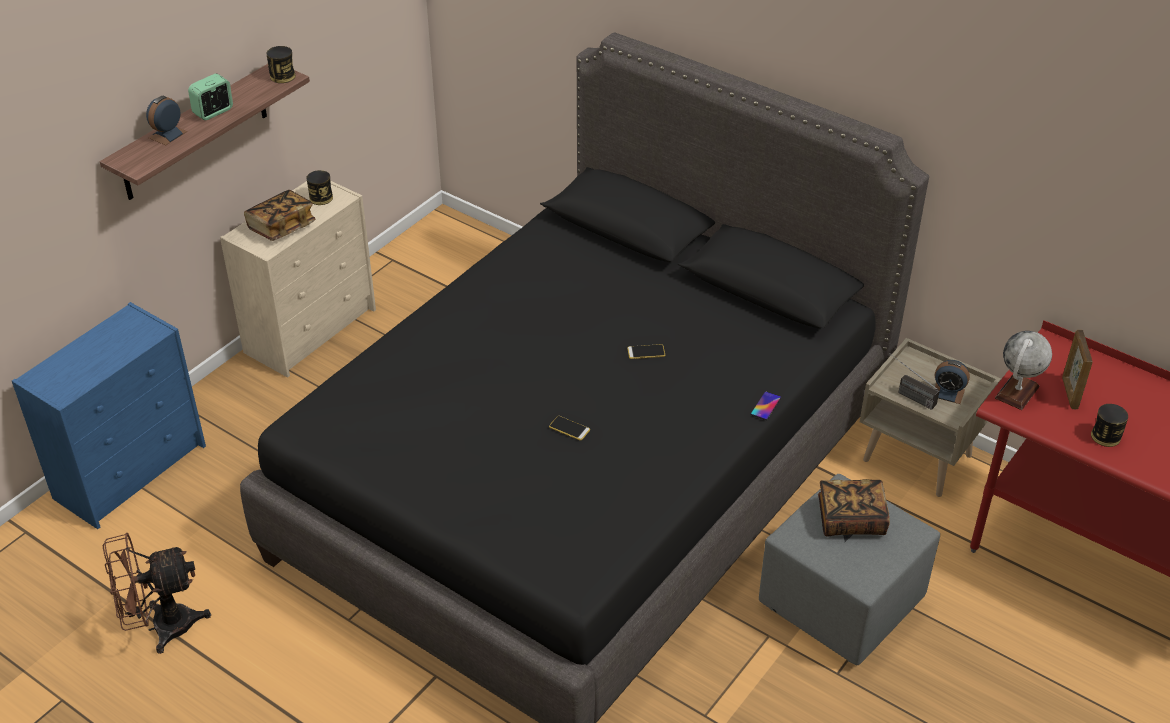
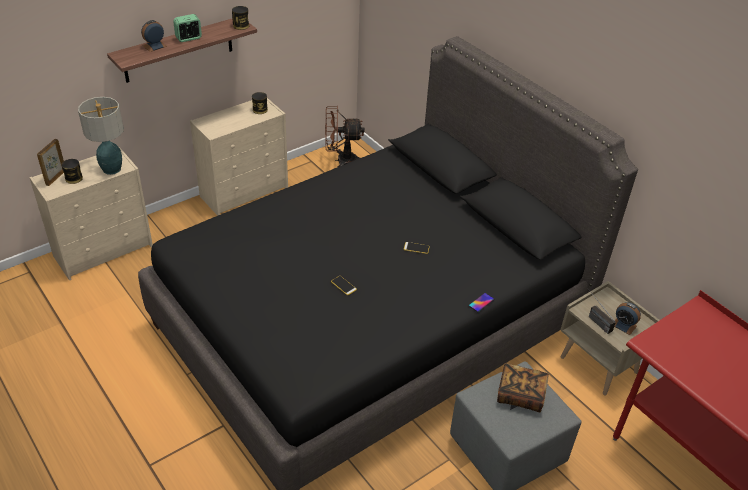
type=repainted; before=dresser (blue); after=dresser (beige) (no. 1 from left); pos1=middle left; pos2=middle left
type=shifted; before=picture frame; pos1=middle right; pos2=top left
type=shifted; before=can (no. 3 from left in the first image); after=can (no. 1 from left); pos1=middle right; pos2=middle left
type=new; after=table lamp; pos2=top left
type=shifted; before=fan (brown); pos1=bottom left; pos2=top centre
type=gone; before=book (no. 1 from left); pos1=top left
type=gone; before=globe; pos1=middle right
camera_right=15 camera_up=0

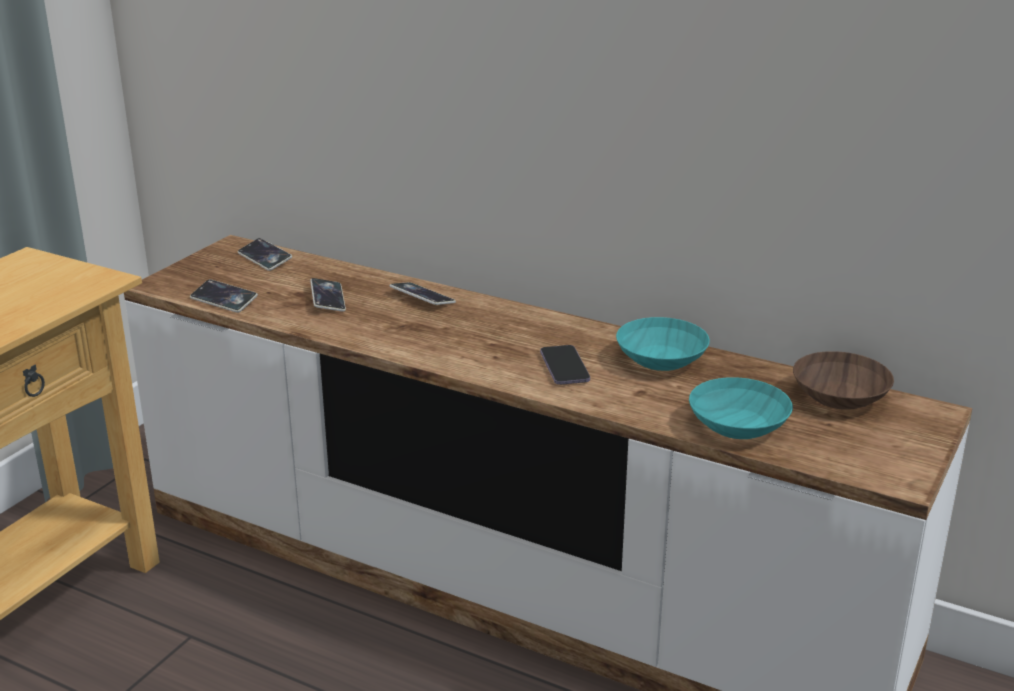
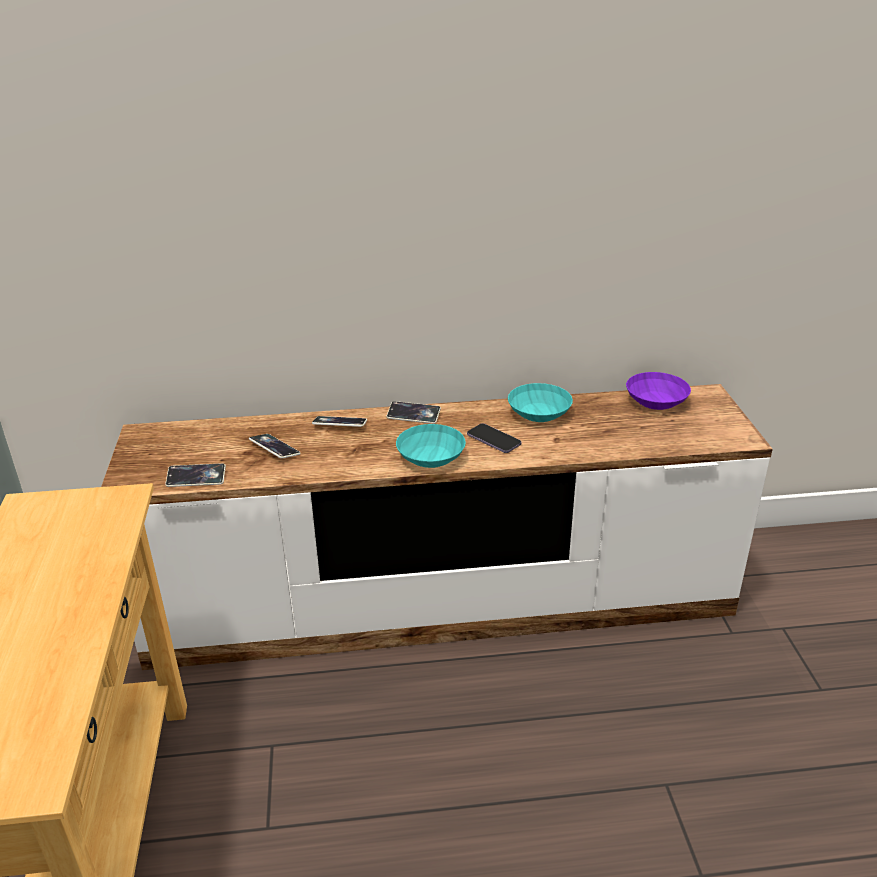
type=shifted; before=phone (no. 2 from left in the first image); after=phone (no. 4 from left); pos1=middle left; pos2=centre
type=shifted; before=bowl (turquoise) (no. 2 from left in the first image); after=bowl (turquoise) (no. 1 from left); pos1=middle right; pos2=centre
type=repainted; before=bowl (brown); after=bowl (purple); pos1=middle right; pos2=middle right
camera_right=-35 camera_up=5

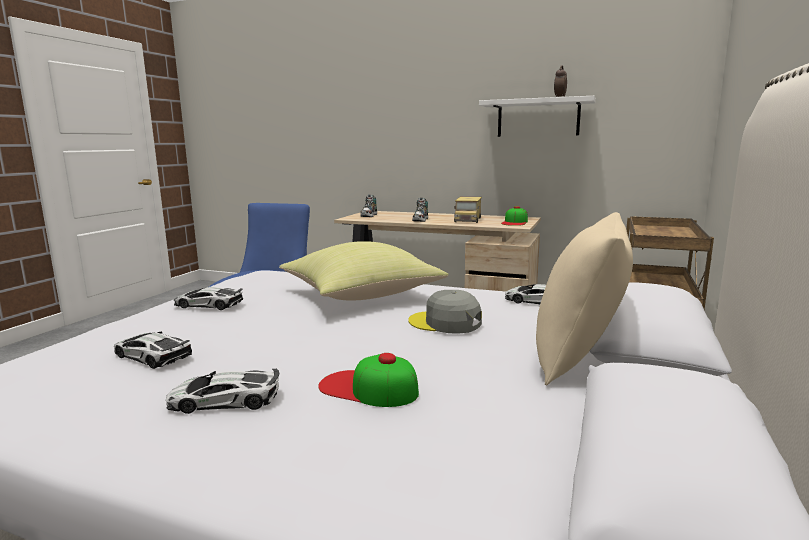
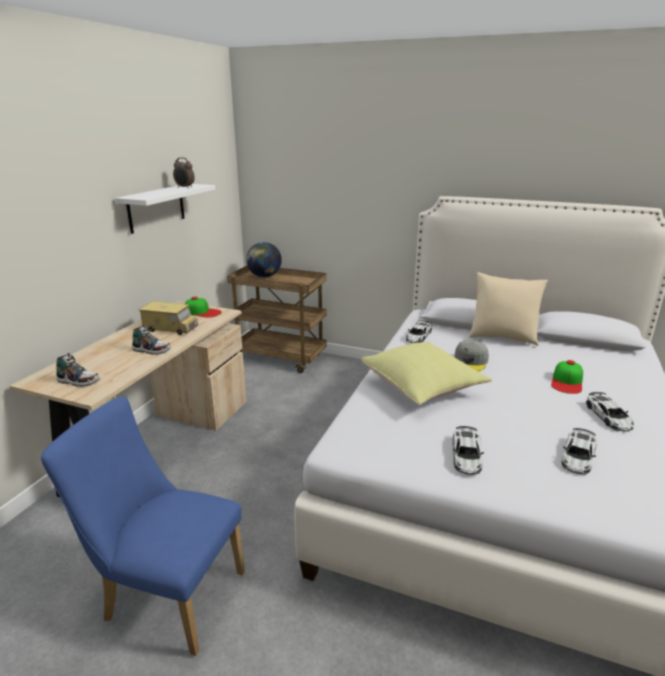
type=new; after=globe; pos2=centre
camera_right=-90 camera_up=10

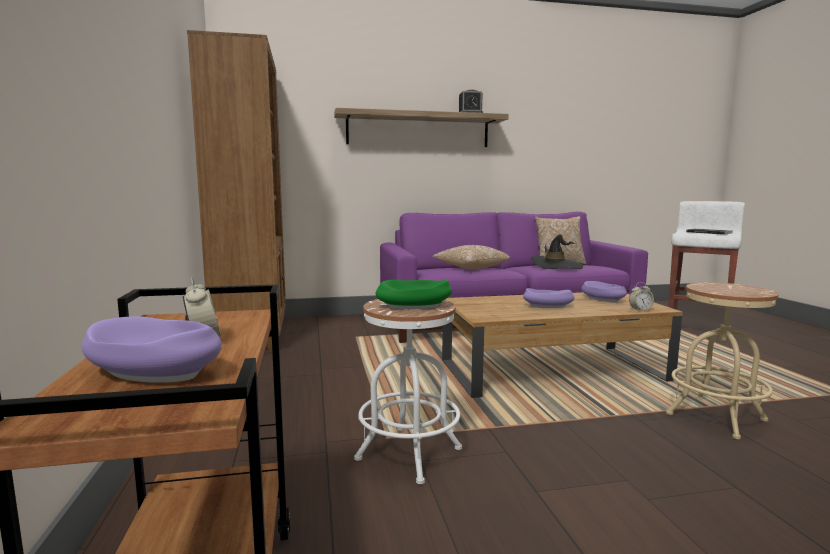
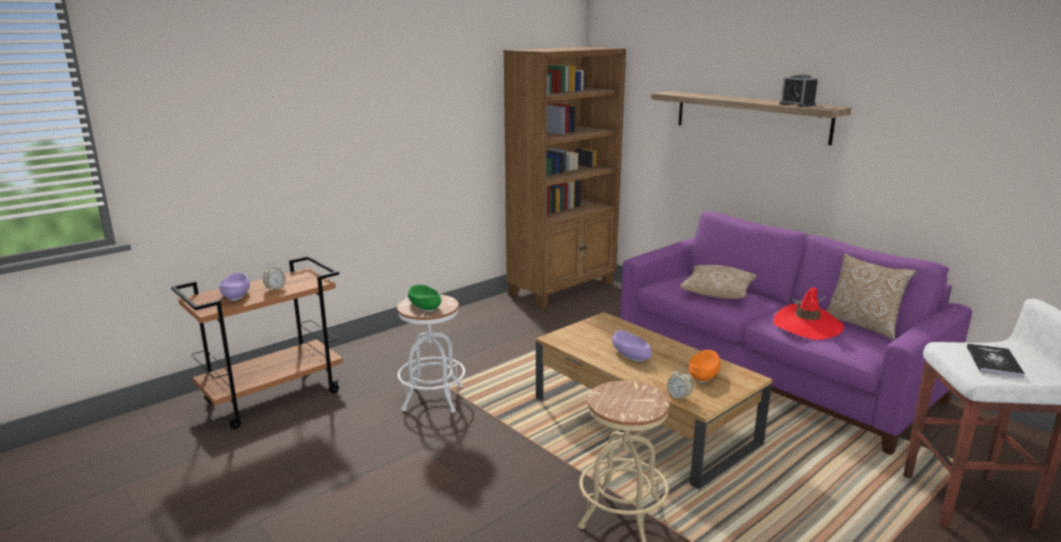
type=repainted; before=bowl (purple) (no. 3 from left); after=bowl (orange); pos1=middle right; pos2=bottom centre
type=repainted; before=hat (black); after=hat (red); pos1=middle right; pos2=middle right
camera_right=60 camera_up=10

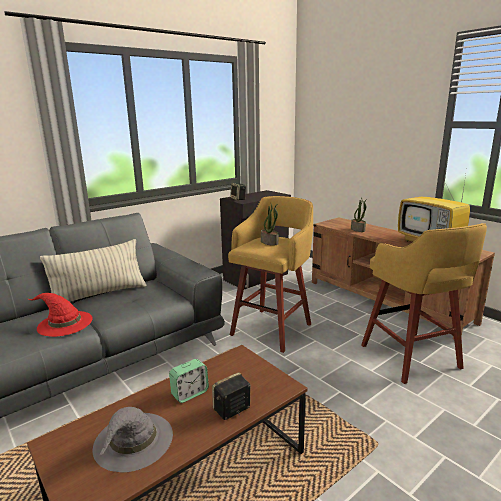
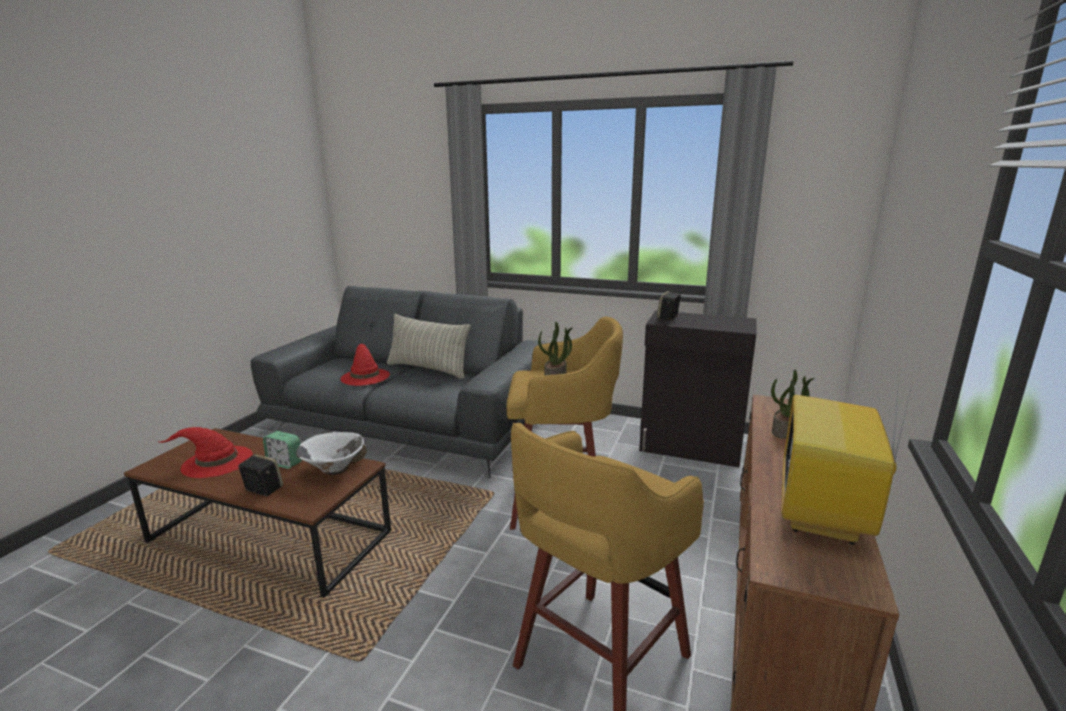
type=repainted; before=hat (grey); after=hat (red) (no. 1 from left); pos1=bottom left; pos2=middle left
type=new; after=bowl (white); pos2=middle left
camera_right=60 camera_up=0

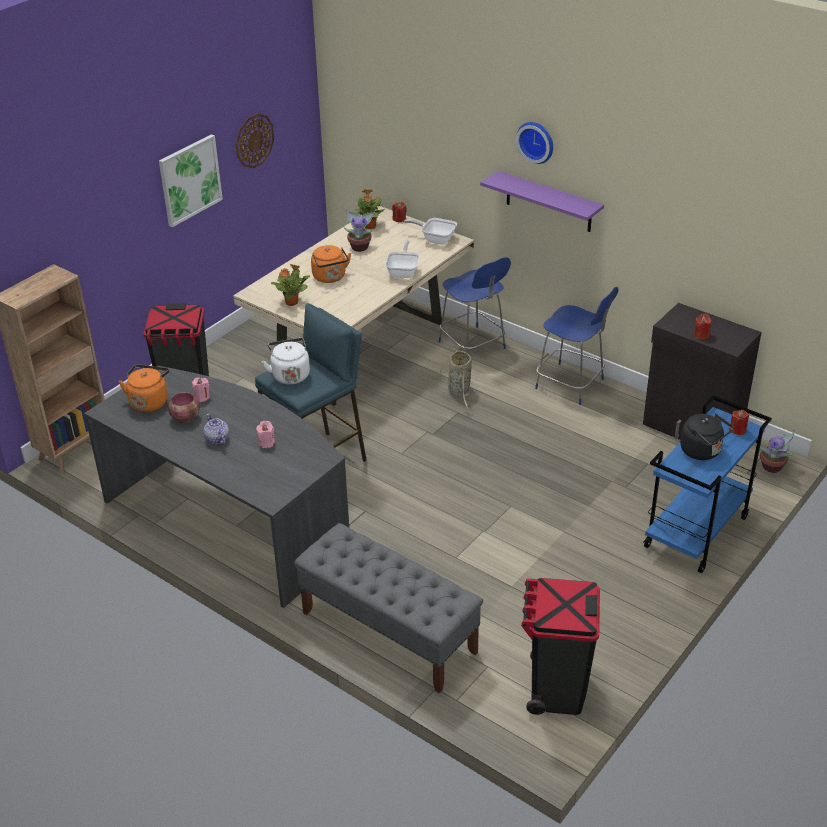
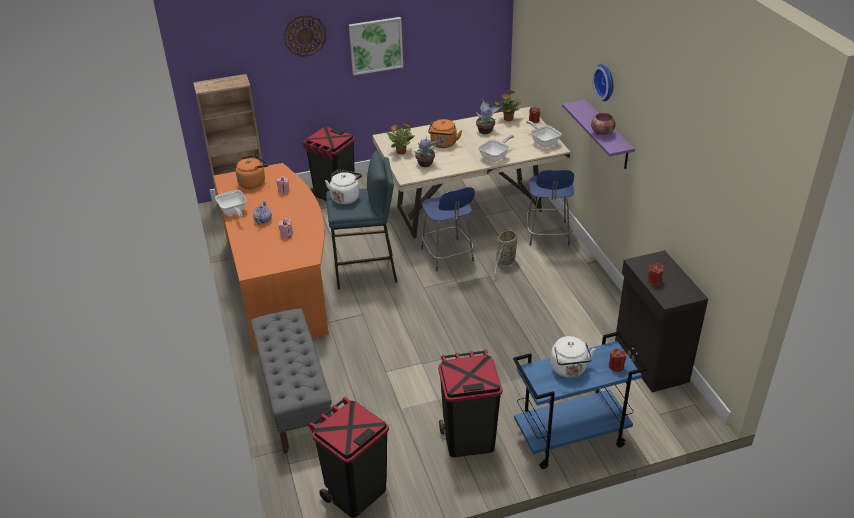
type=repainted; before=desk (grey); after=desk (orange); pos1=middle left; pos2=middle left
type=new; after=frying pan (no. 1 from left); pos2=middle left
type=shifted; before=wall clock (no. 1 from left); pos1=top left; pos2=top centre
type=shifted; before=potted plant (no. 4 from left in the first image); after=potted plant (no. 2 from left); pos1=middle right; pos2=top centre
type=shifted; before=chair (blue) (no. 2 from left in the first image); after=chair (blue) (no. 1 from left); pos1=middle right; pos2=centre
type=new; after=trash can (black) (no. 3 from left); pos2=bottom centre
type=repainted; before=kettle (black); after=kettle (white) (no. 2 from left); pos1=middle right; pos2=bottom right
type=shifted; before=bowl; pos1=middle left; pos2=top right
camera_right=35 camera_up=0

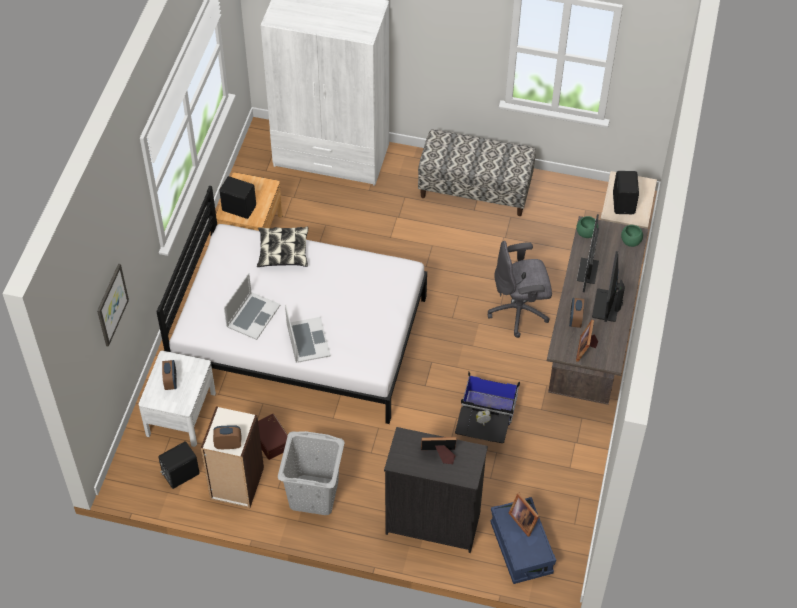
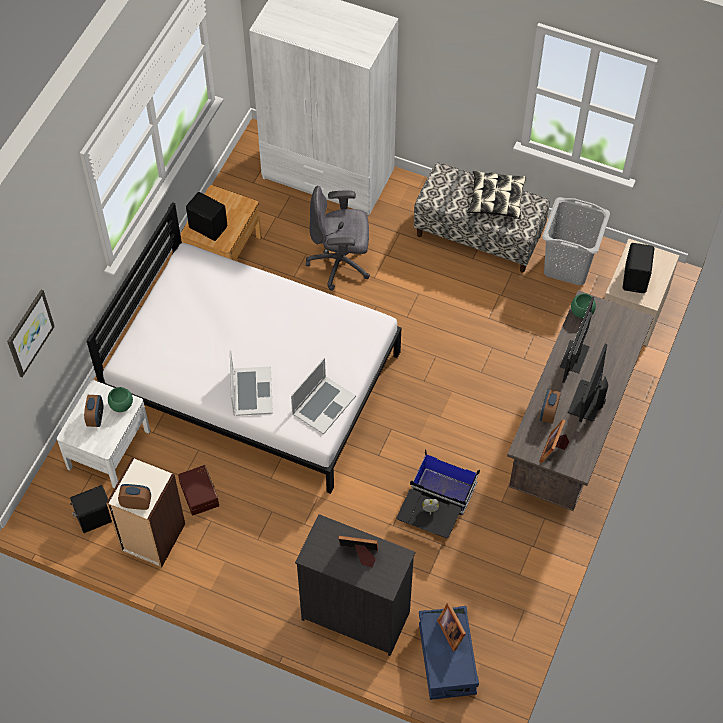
type=shifted; before=bowl (green) (no. 2 from left in the first image); after=bowl (green) (no. 1 from left); pos1=middle right; pos2=middle left
type=shifted; before=laptop (no. 1 from left in the first image); after=laptop (no. 2 from left); pos1=middle left; pos2=centre
type=shifted; before=office chair (grey); pos1=centre; pos2=top centre
type=shifted; before=pillow; pos1=centre; pos2=top right
type=shifted; before=laundry basket (grey); pos1=bottom centre; pos2=middle right
camera_right=10 camera_up=5

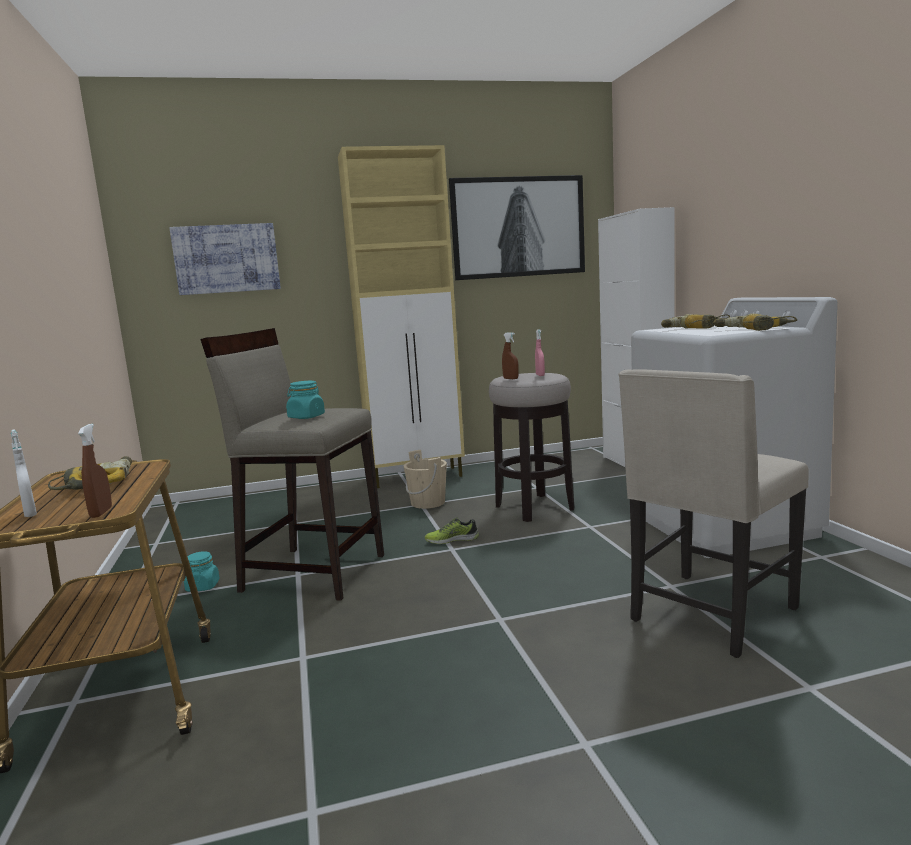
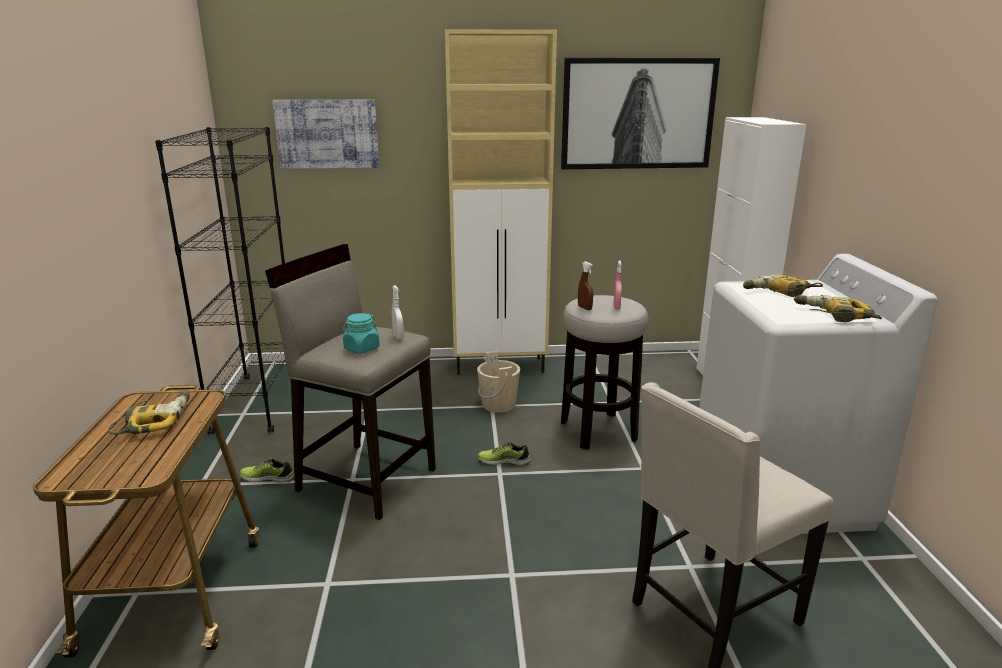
type=new; after=bookcase (black); pos2=middle left
type=swapped; before=jar (turquoise) (no. 1 from left); after=shoe (no. 1 from left); pos1=bottom left; pos2=bottom left
type=shifted; before=spray bottle (white); pos1=middle left; pos2=centre
type=gone; before=spray bottle (brown) (no. 1 from left); pos1=middle left
camera_right=10 camera_up=10

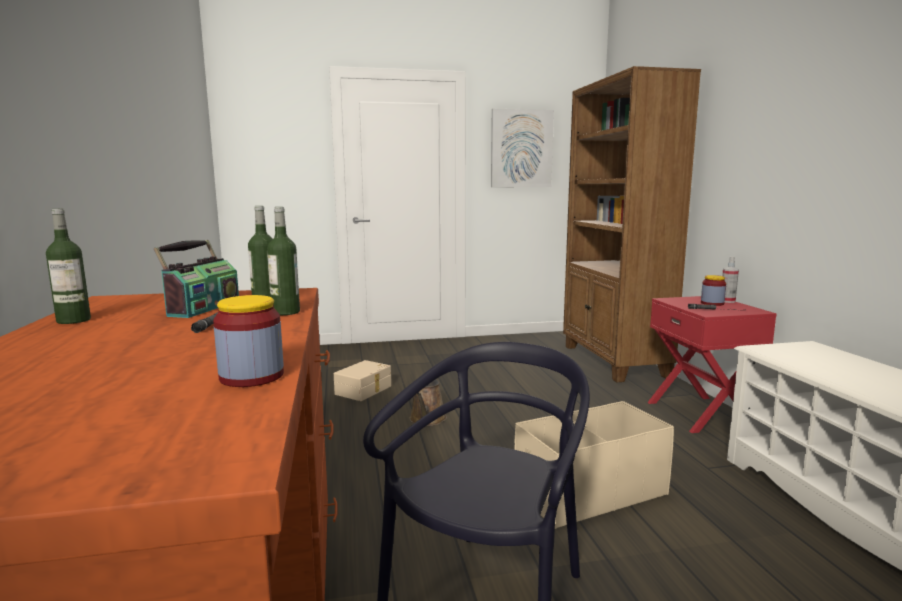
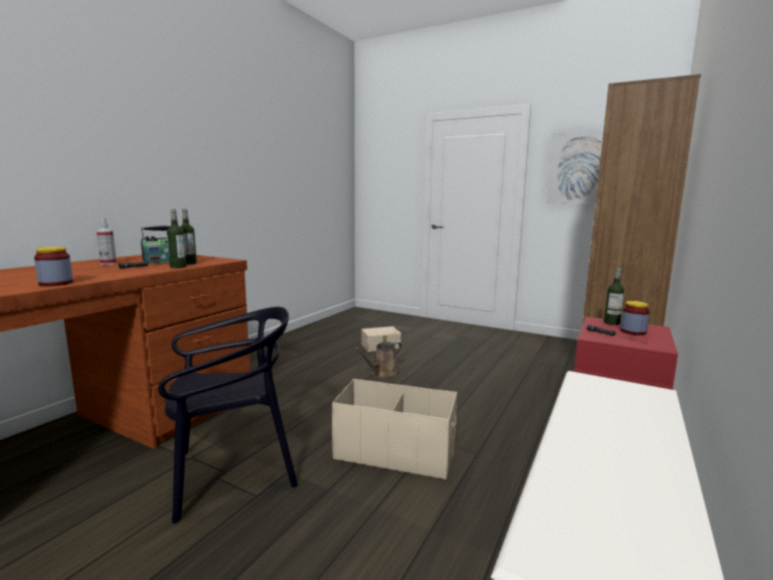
type=shifted; before=spray bottle; pos1=middle right; pos2=middle left
type=shifted; before=bottle (no. 1 from left in the first image); after=bottle (no. 3 from left); pos1=middle left; pos2=middle right
camera_right=40 camera_up=0

